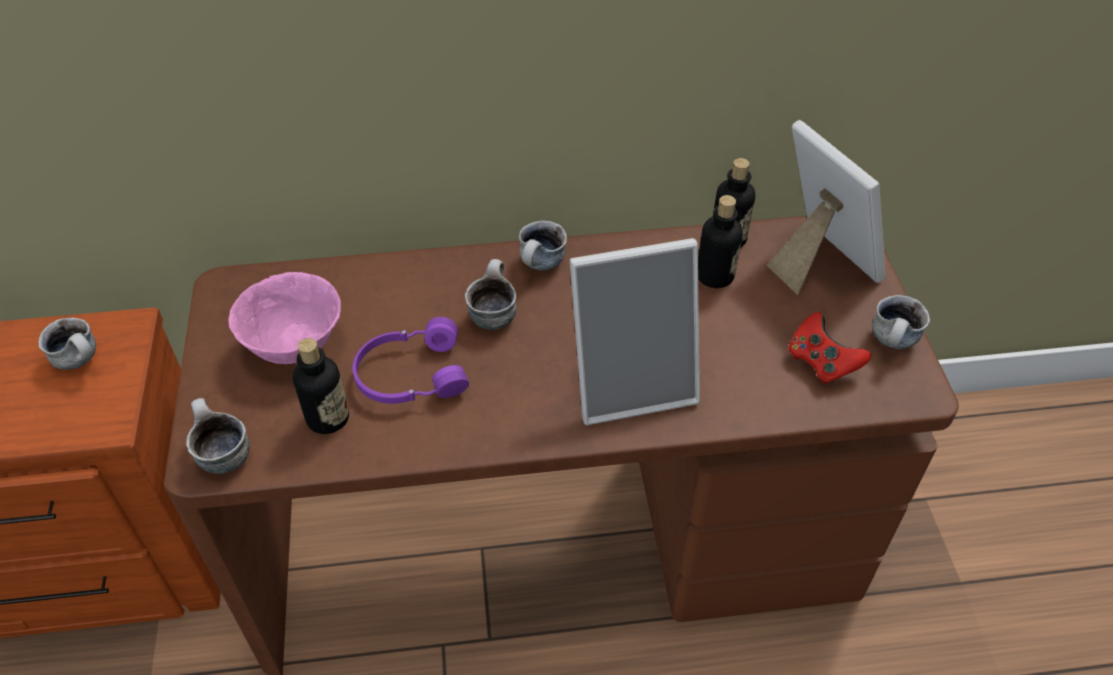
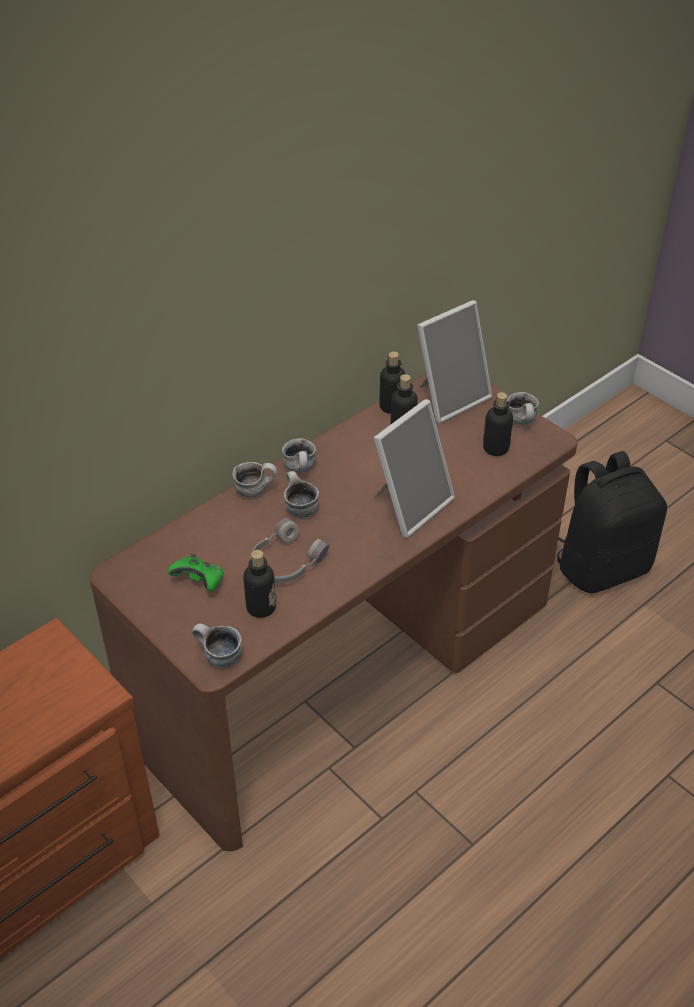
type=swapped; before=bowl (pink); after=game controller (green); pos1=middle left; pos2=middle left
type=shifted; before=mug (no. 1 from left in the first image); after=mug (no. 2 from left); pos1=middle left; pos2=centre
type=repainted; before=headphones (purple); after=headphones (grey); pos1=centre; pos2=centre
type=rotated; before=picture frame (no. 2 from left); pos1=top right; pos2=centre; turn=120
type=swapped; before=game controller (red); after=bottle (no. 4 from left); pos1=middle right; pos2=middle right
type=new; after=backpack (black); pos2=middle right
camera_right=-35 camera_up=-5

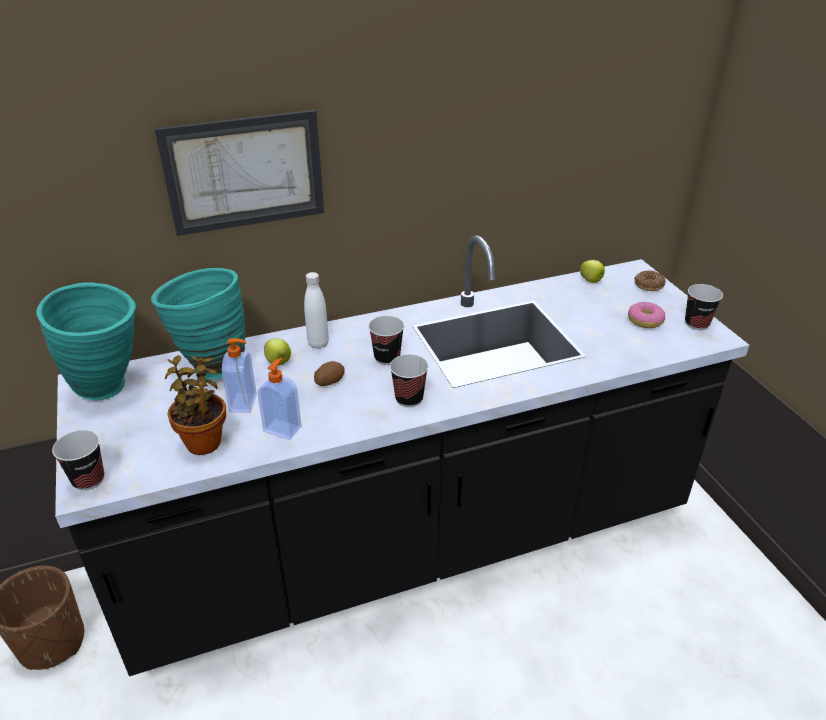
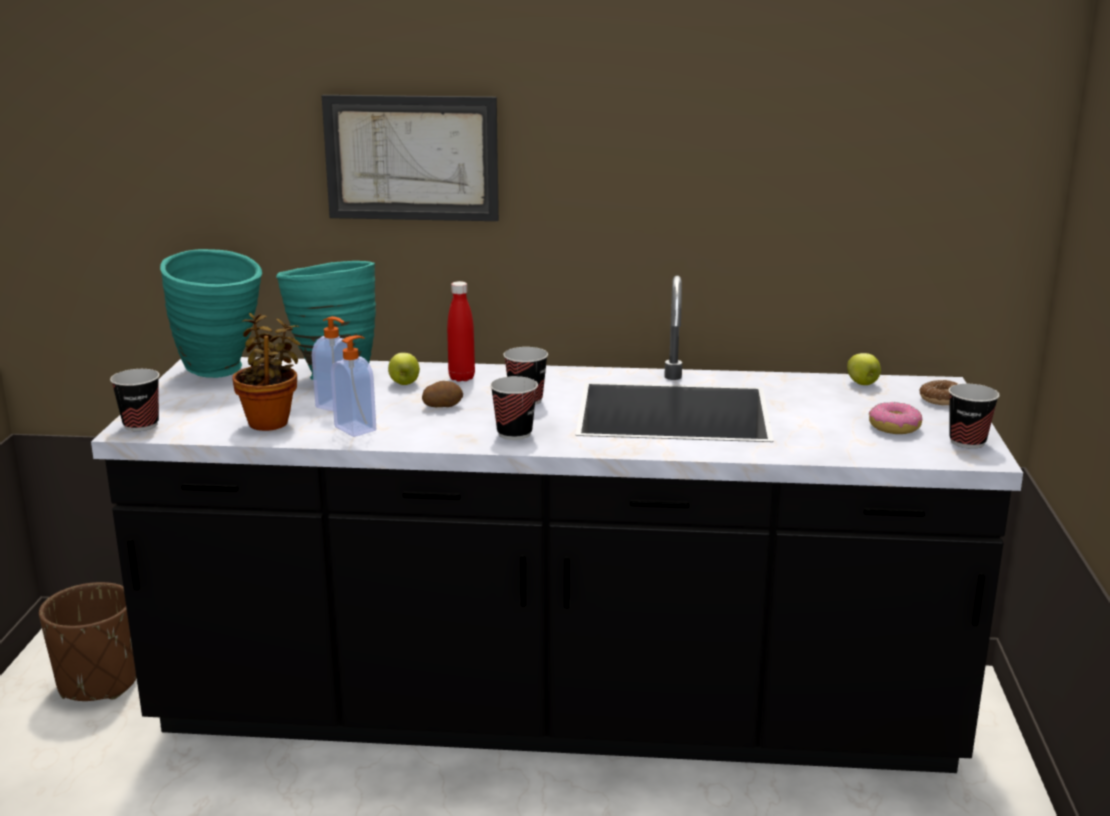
type=repainted; before=bottle (white); after=bottle (red); pos1=centre; pos2=centre
camera_right=25 camera_up=-15

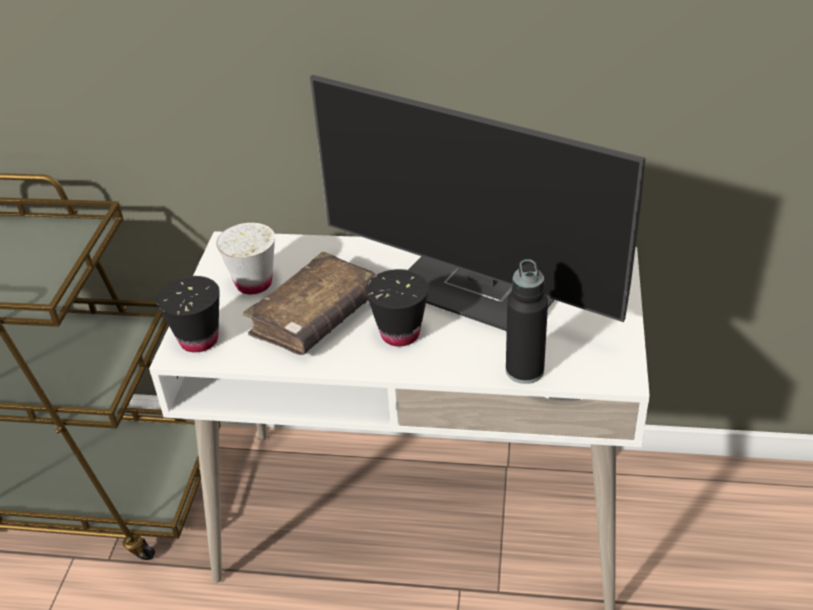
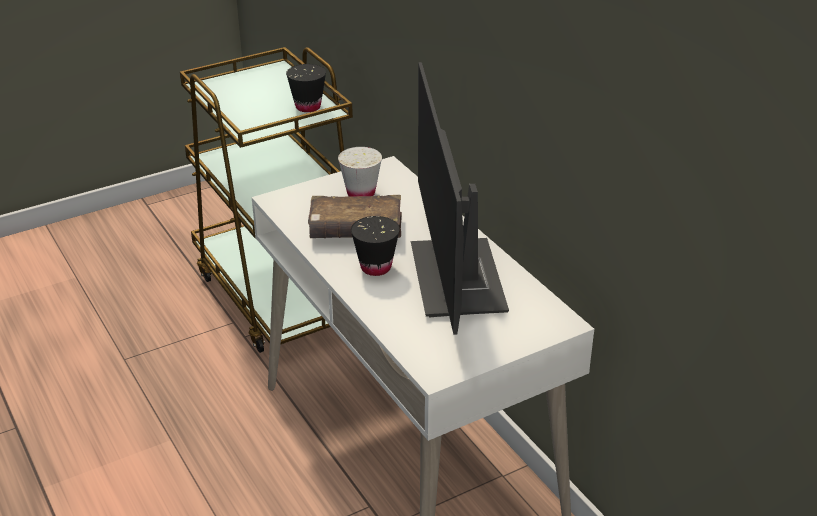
type=shifted; before=cup (black) (no. 1 from left); pos1=middle left; pos2=top centre
type=gone; before=bottle (black); pos1=centre
camera_right=50 camera_up=-5

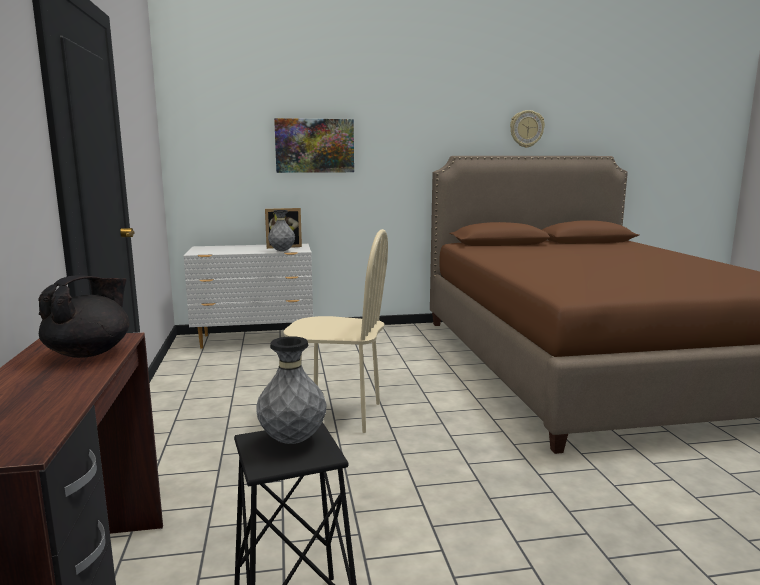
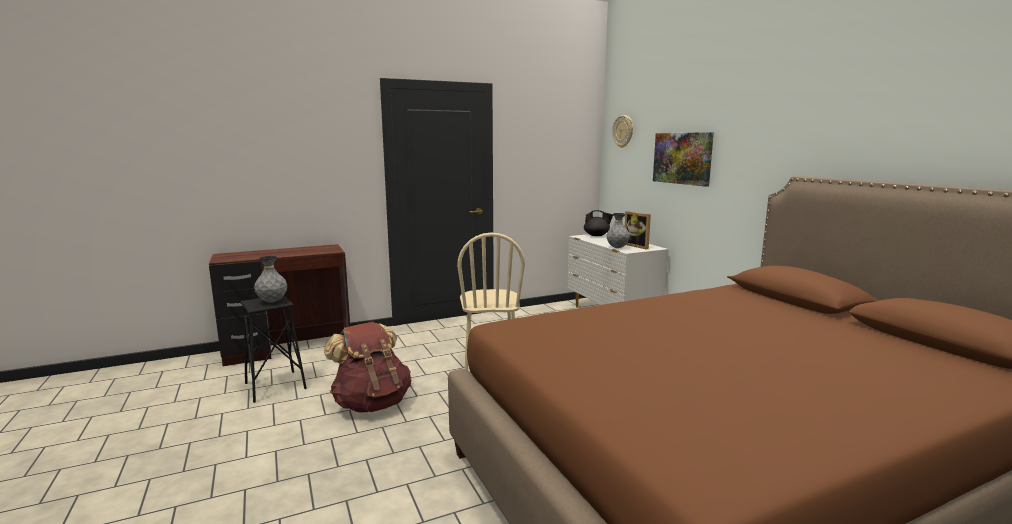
type=new; after=backpack (brown); pos2=bottom centre
type=shifted; before=teapot (black); pos1=middle left; pos2=centre
type=shifted; before=wall clock; pos1=top right; pos2=top centre
camera_right=75 camera_up=0

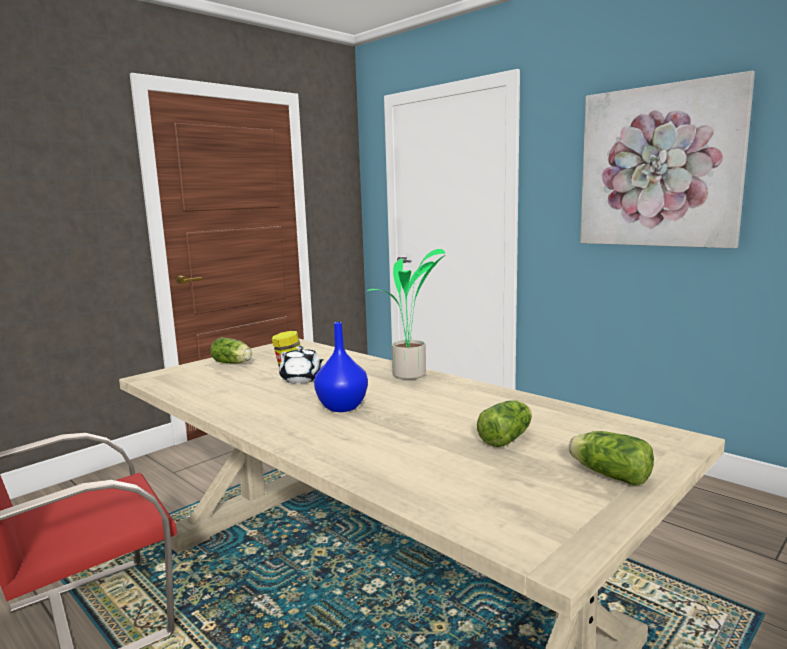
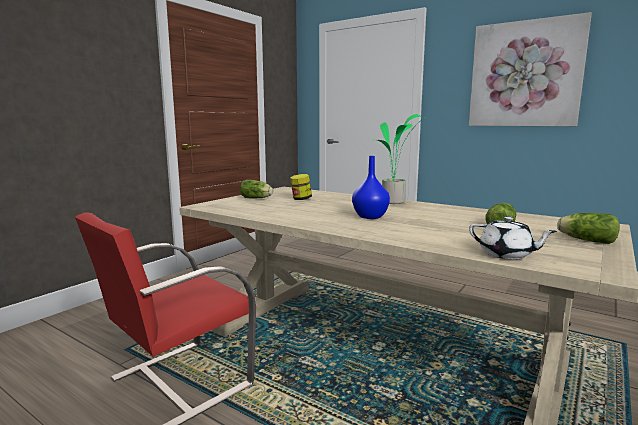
type=shifted; before=teapot (white); pos1=centre; pos2=middle right
camera_right=-10 camera_up=0

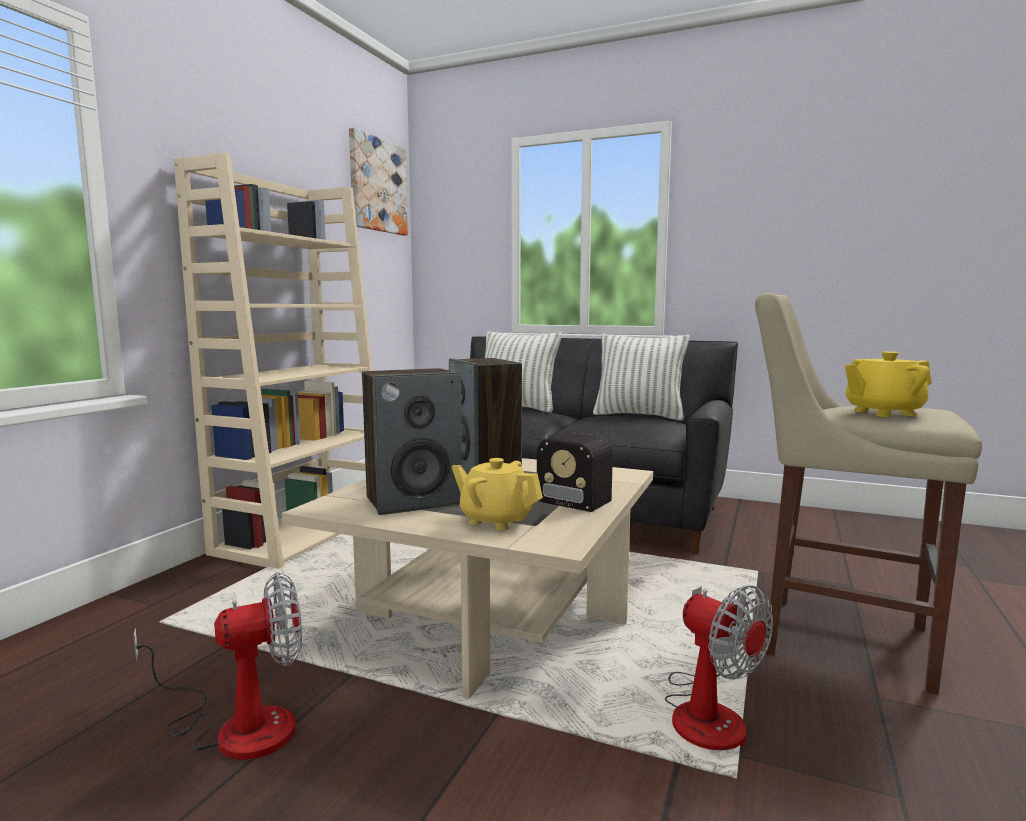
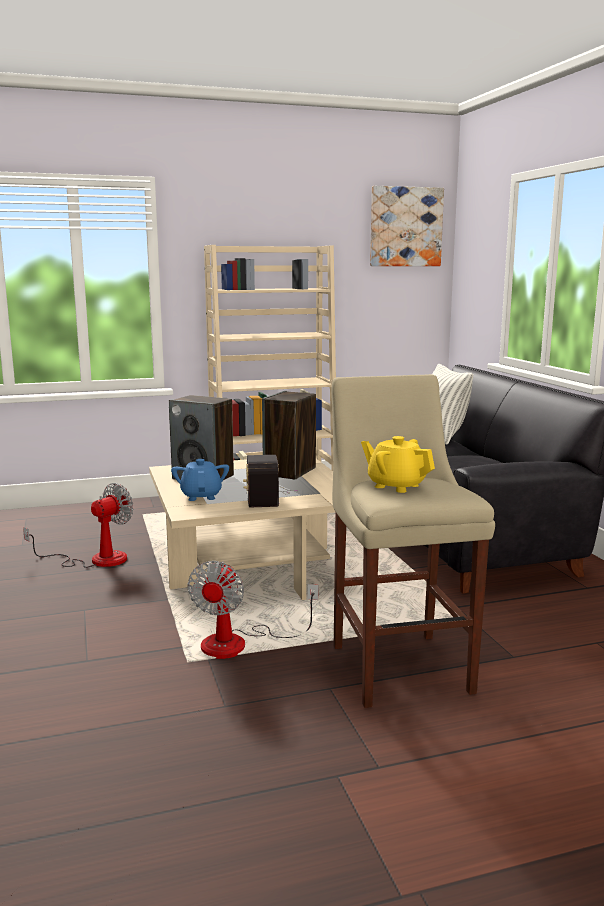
type=rotated; before=fan (no. 1 from left); pos1=bottom left; pos2=middle left; turn=-75
type=repainted; before=teapot (yellow) (no. 1 from left); after=teapot (blue); pos1=centre; pos2=middle left
type=gone; before=pillow (no. 2 from left); pos1=centre
camera_right=50 camera_up=5

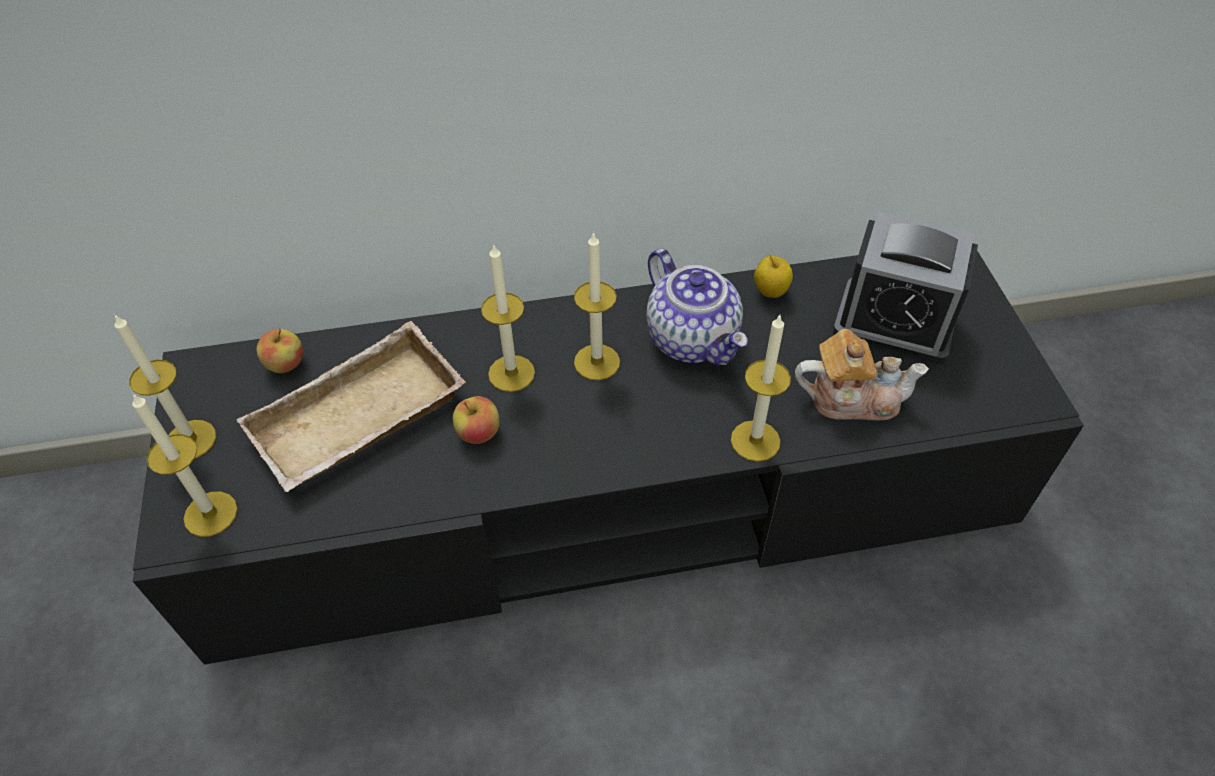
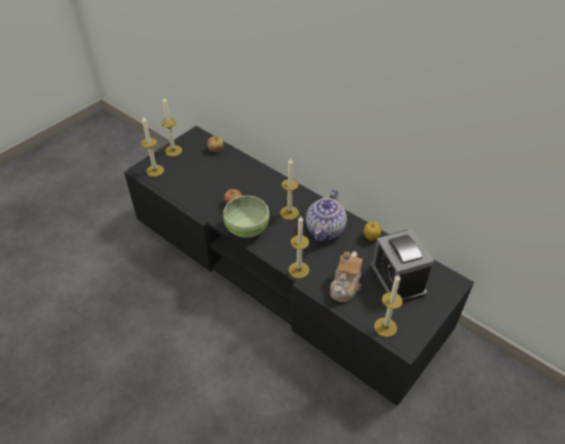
type=new; after=bowl (green); pos2=centre
type=rotated; before=teapot (no. 2 from left); pos1=middle right; pos2=centre; turn=60
type=shifted; before=candle (no. 3 from left in the first image); after=candle (no. 5 from left); pos1=centre; pos2=bottom right
type=gone; before=tray (beige); pos1=middle left
camera_right=50 camera_up=-5

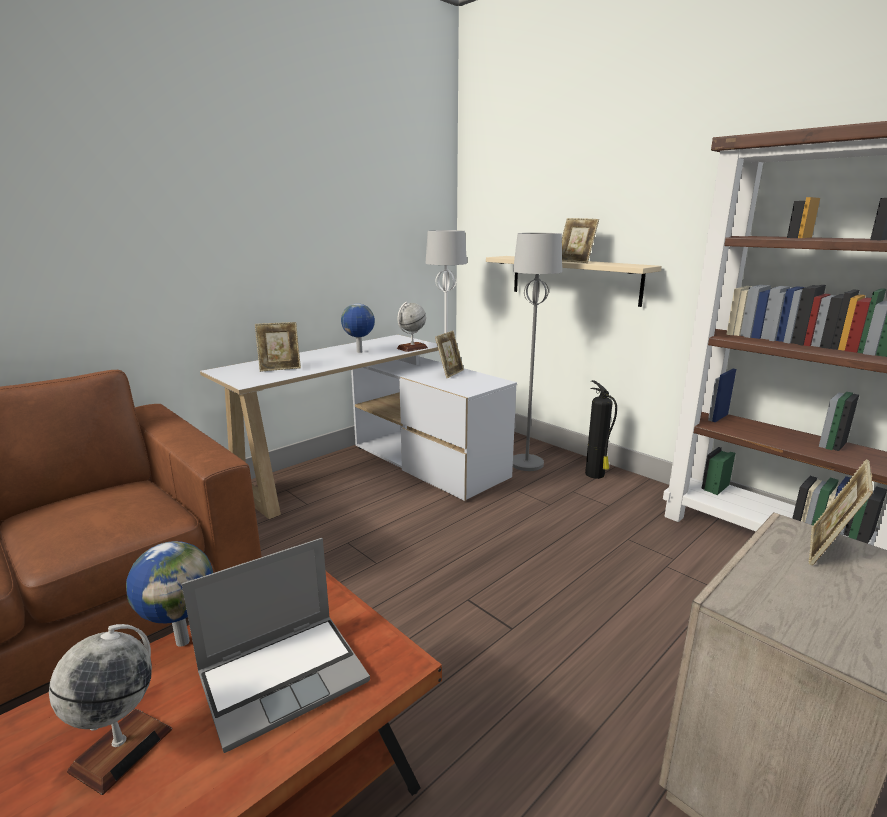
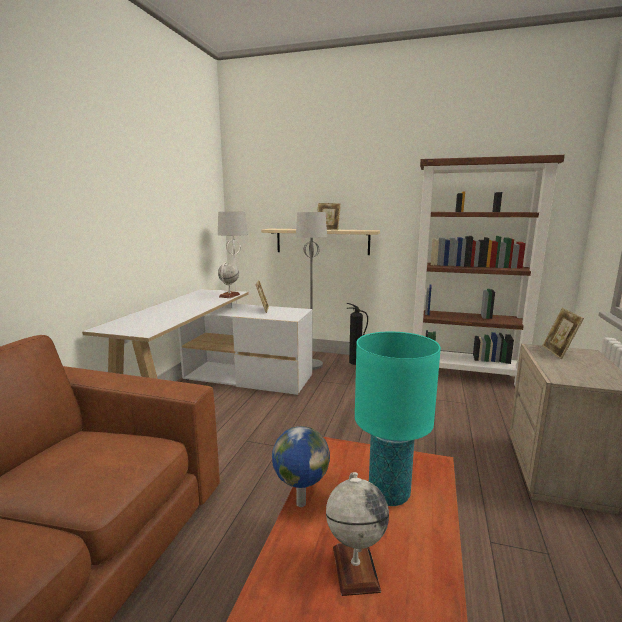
type=swapped; before=laptop; after=table lamp (turquoise); pos1=bottom left; pos2=bottom centre
type=gone; before=picture frame (no. 1 from left); pos1=middle left
type=gone; before=globe (no. 3 from left); pos1=centre
camera_right=-30 camera_up=-5

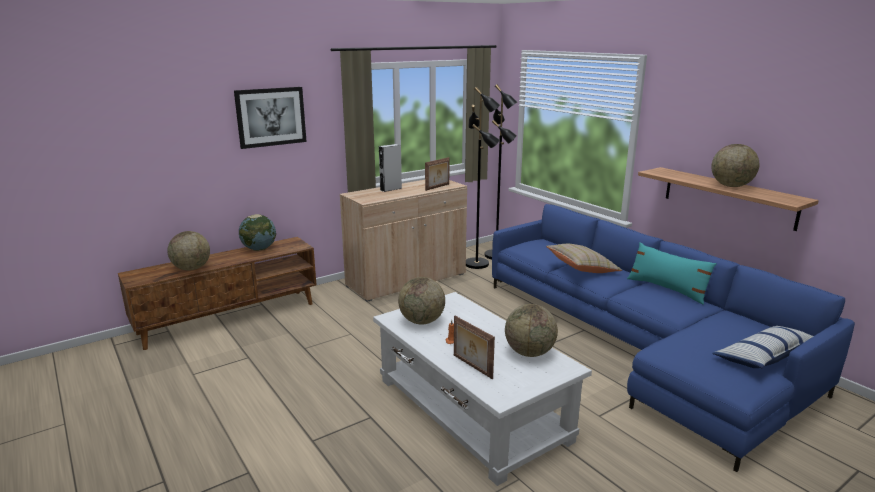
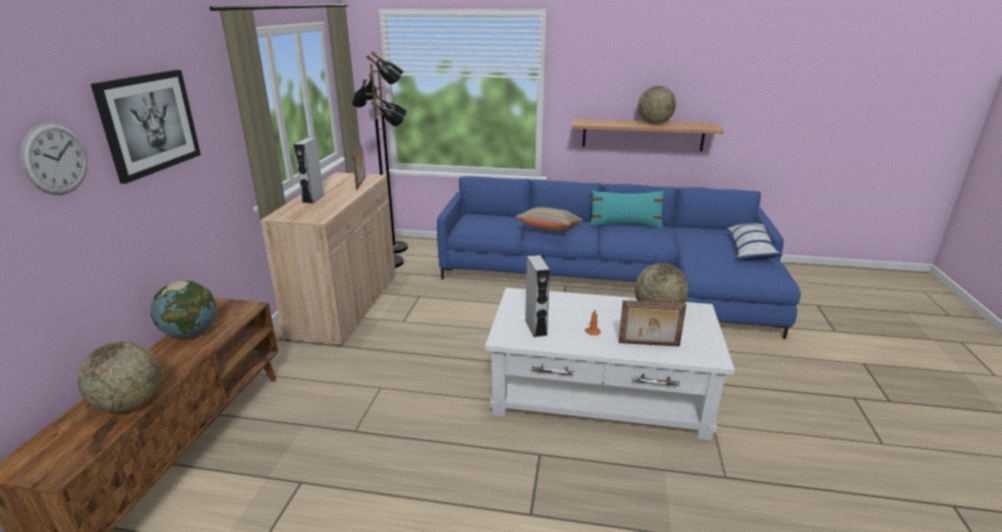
type=new; after=wall clock; pos2=top left
type=swapped; before=globe (no. 3 from left); after=speaker (grey) (no. 2 from left); pos1=centre; pos2=centre
camera_right=-45 camera_up=5

